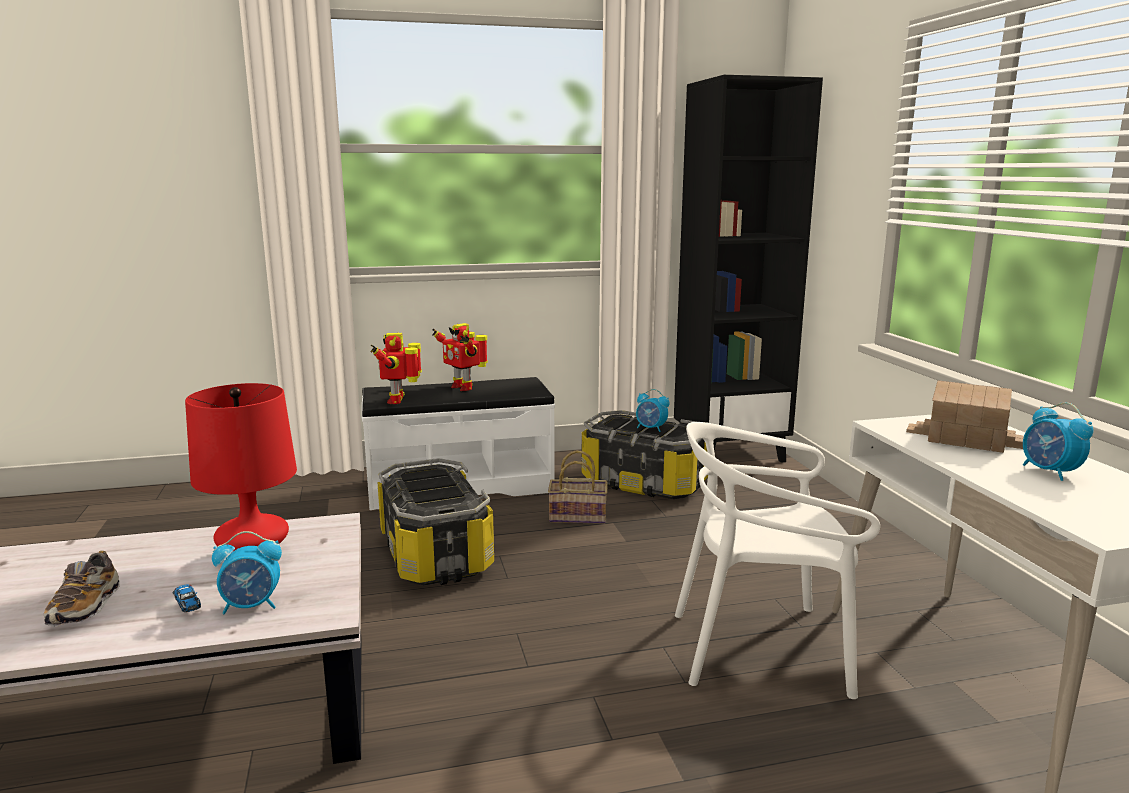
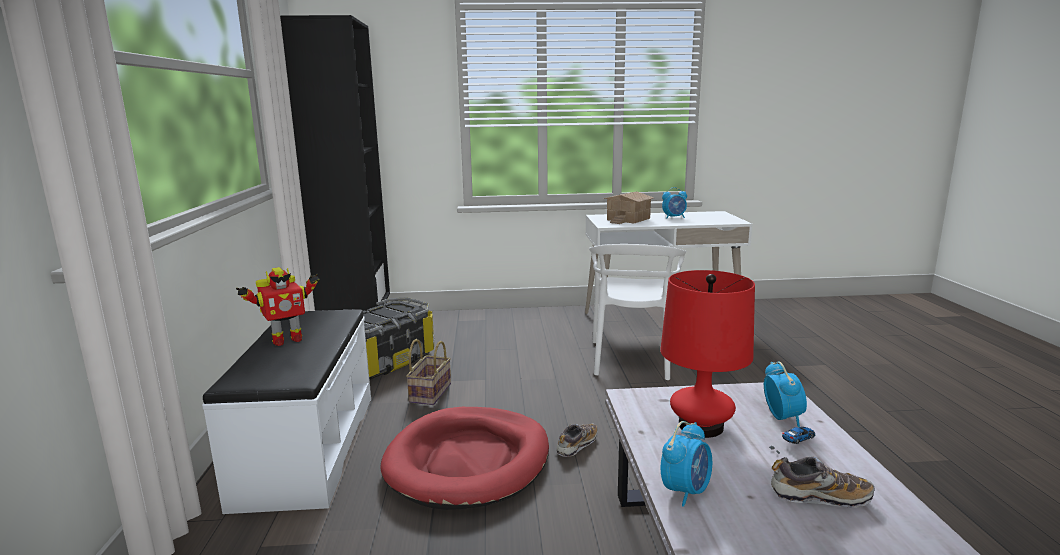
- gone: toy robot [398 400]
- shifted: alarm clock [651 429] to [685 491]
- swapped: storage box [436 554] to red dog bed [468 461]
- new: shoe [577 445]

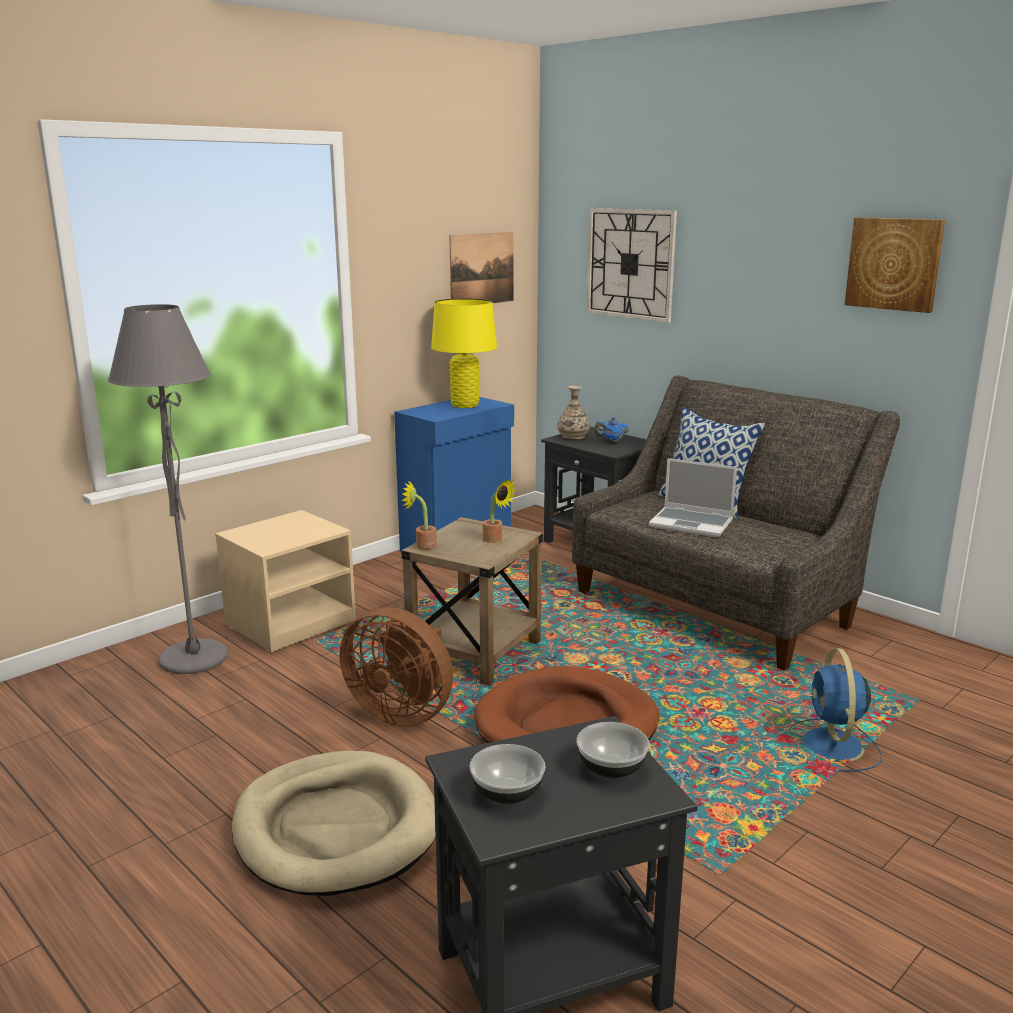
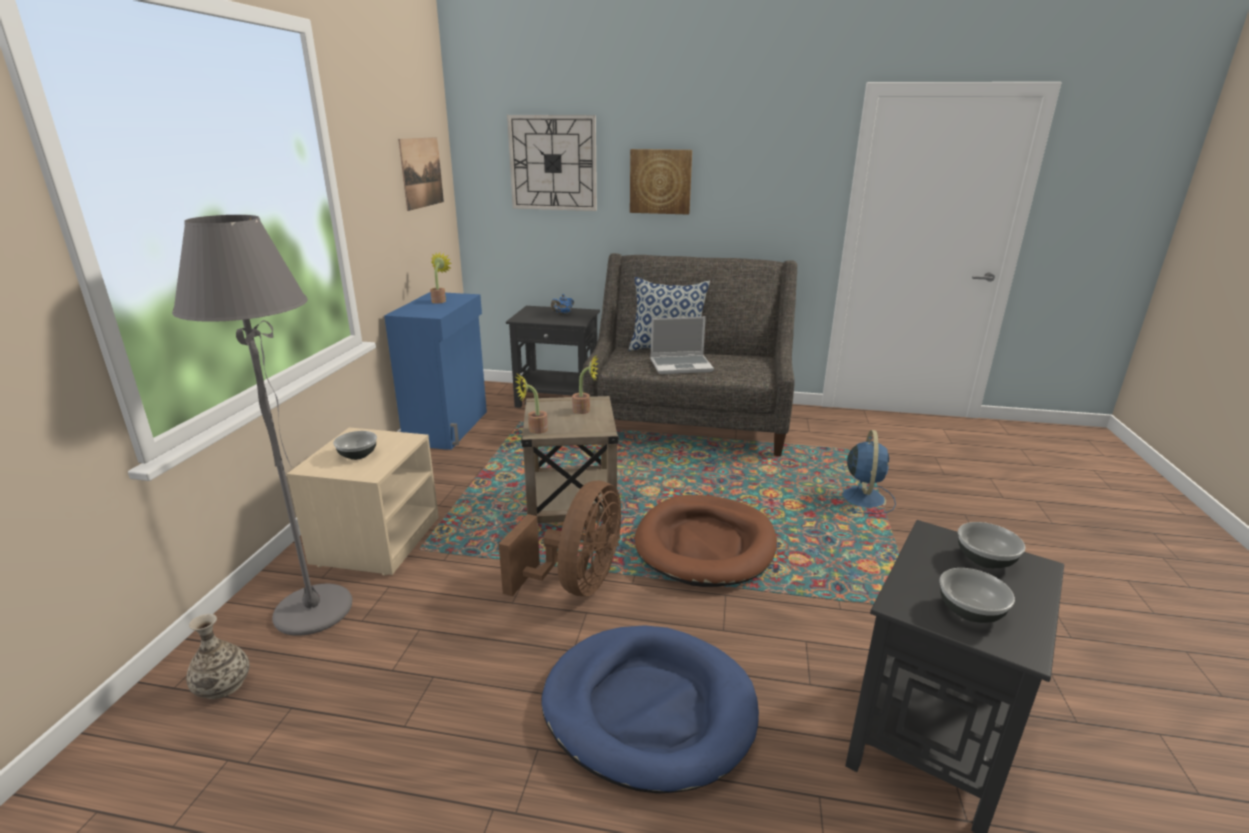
- shifted: picture [894 264] to [660 181]
- swapped: yellow table lamp [465 405] to potted plant [440 301]
- shifted: vase [573 436] to [223 685]
- rotated: brown fan [402 712] = [576 583] 60 degrees counterclockwise
- rotated: blue fan [832 746] = [863 497] 135 degrees counterclockwise
- repainted: beige dog bed [336 828] to blue dog bed [649 709]
- new: bowl [358 455]

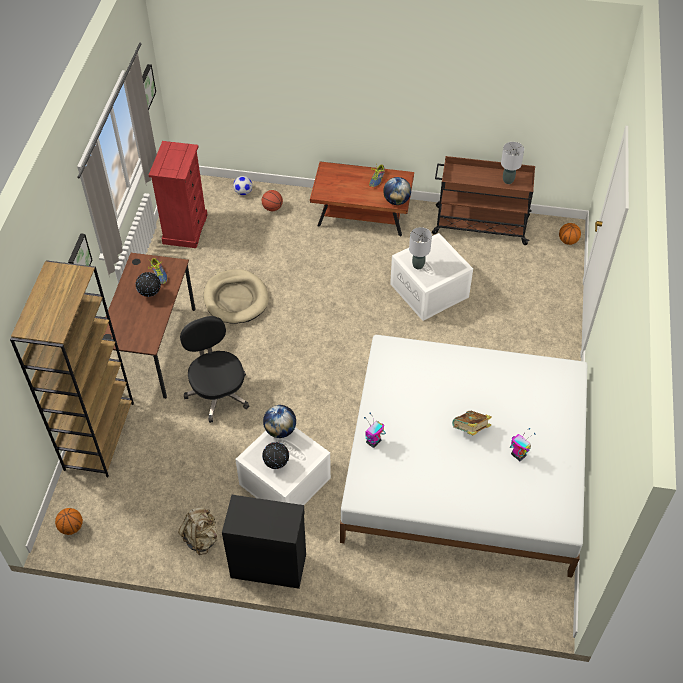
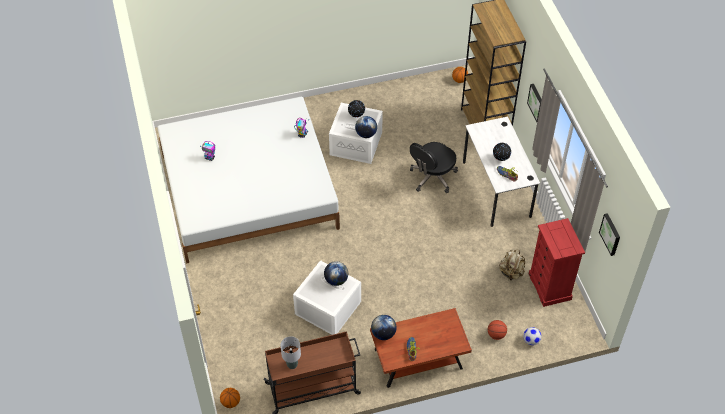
- swapped: grey table lamp [418 265] to globe [336 280]
- repainted: brown desk [154 348] to white desk [496 189]
- gone: beige dog bed [236 299]
- rotated: black office chair [218 393] = [432 177] 90 degrees clockwise
- gone: book [470 430]
- gone: black cabinet [268 564]
- shifted: beige backpack [201 538] to [511 272]

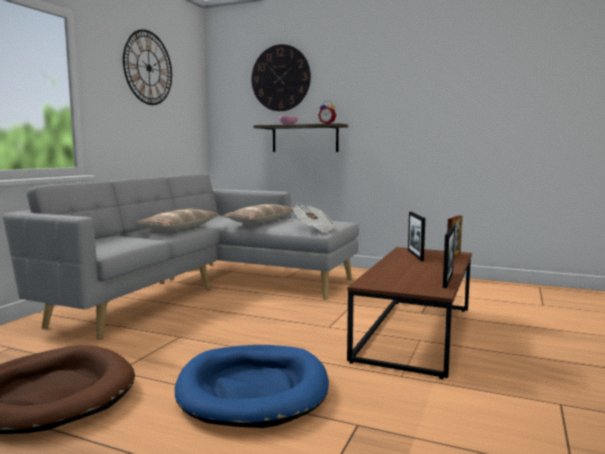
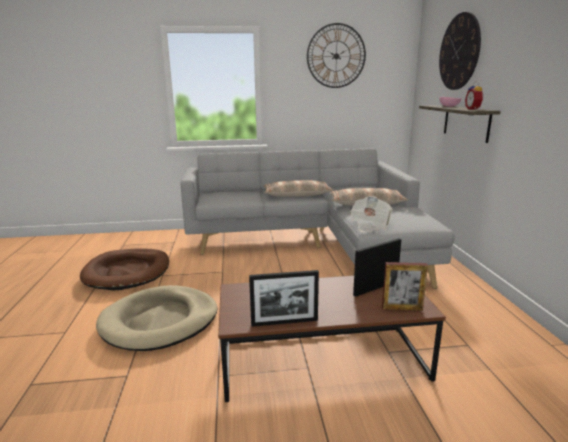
- repainted: blue dog bed [253 389] to beige dog bed [160 321]

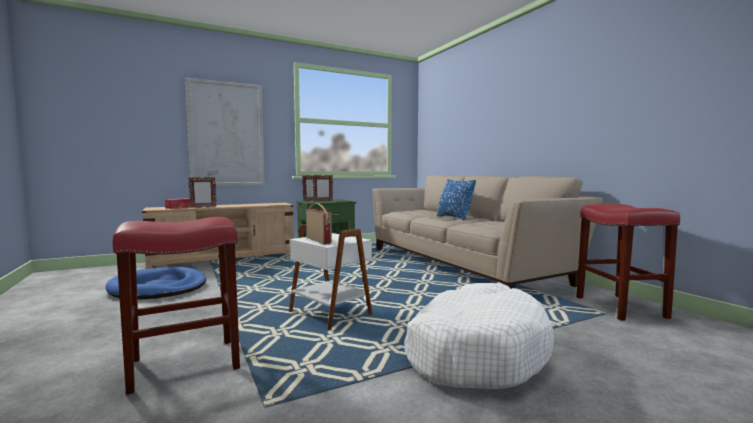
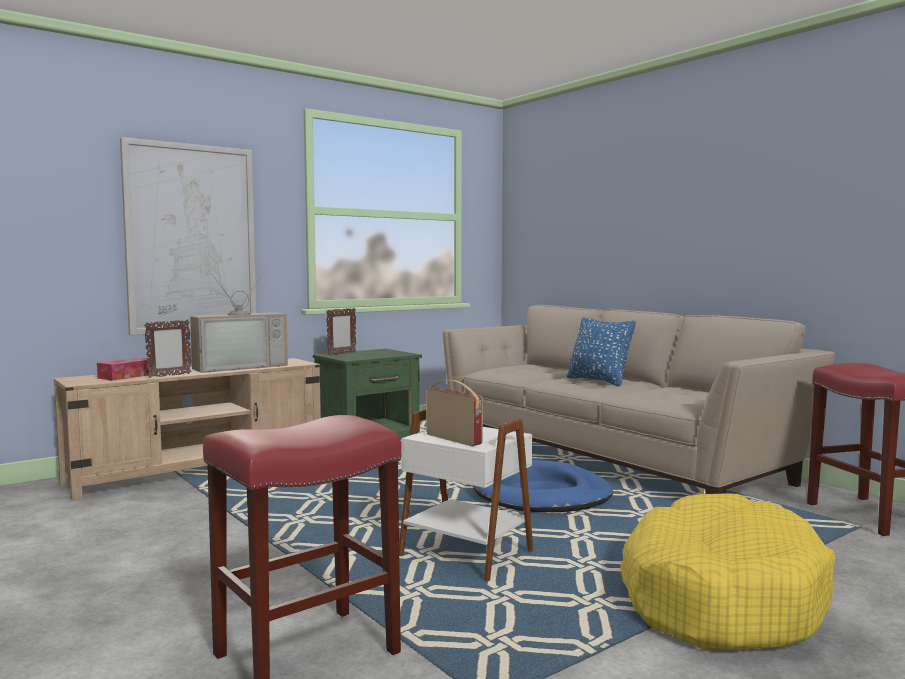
- gone: picture frame [323 201]
- shifted: blue dog bed [158 288] to [541 494]
- repainted: white dog bed [475 351] to yellow dog bed [719 597]
- new: television [239 366]

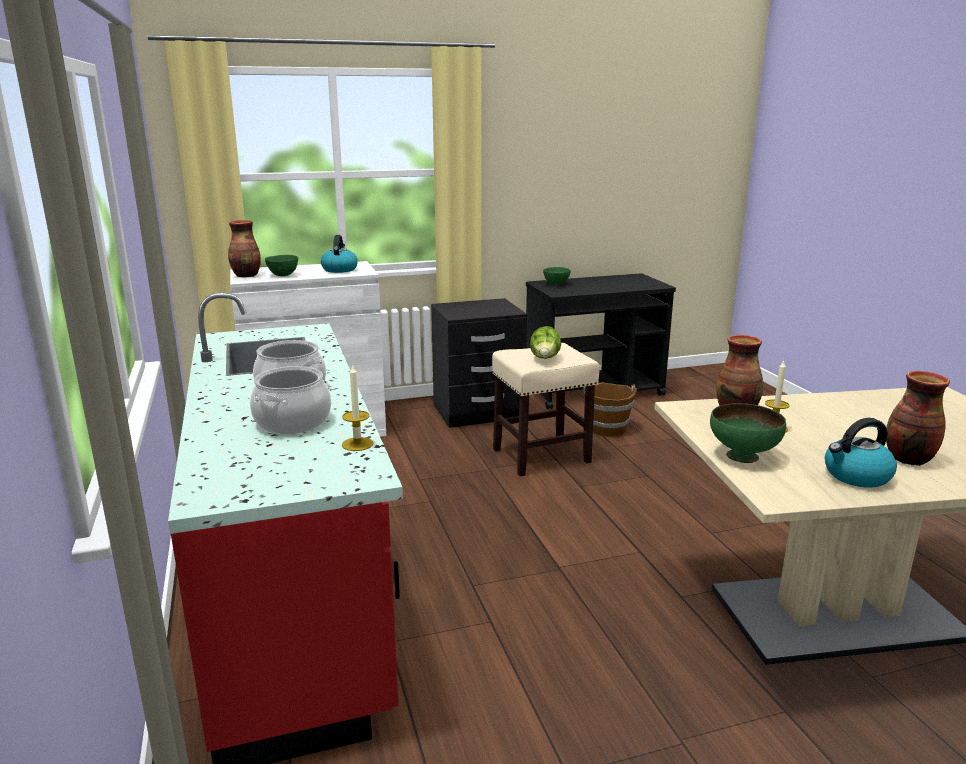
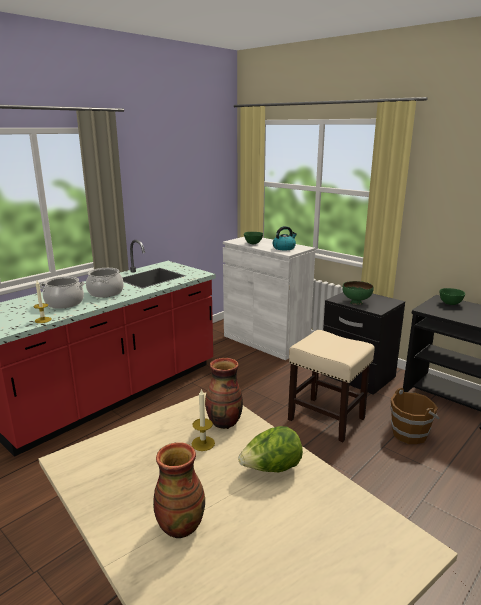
- gone: vase [247 275]
- shifted: lettuce [545 359] to [271 469]
- shifted: green bowl [743 456] to [356 302]
- gone: kettle [856 476]

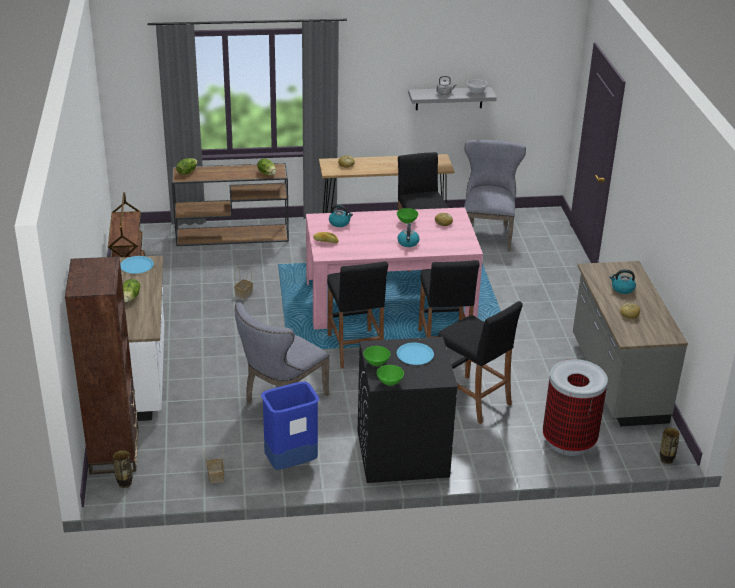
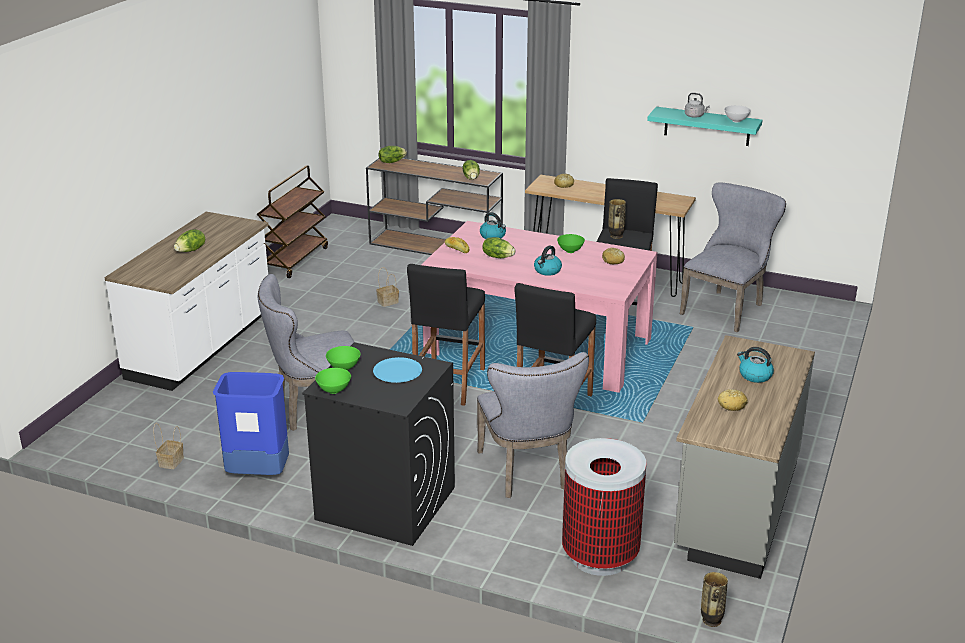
- repainted: grey shelf [449 98] to turquoise shelf [707 126]
- gone: blue plate [137 265]
- gone: brown bookcase [114 451]
- swapped: black stool [473 400] to grey chair [527 473]
- shifted: vase [125 484] to [616 236]
- new: lettuce [498 256]

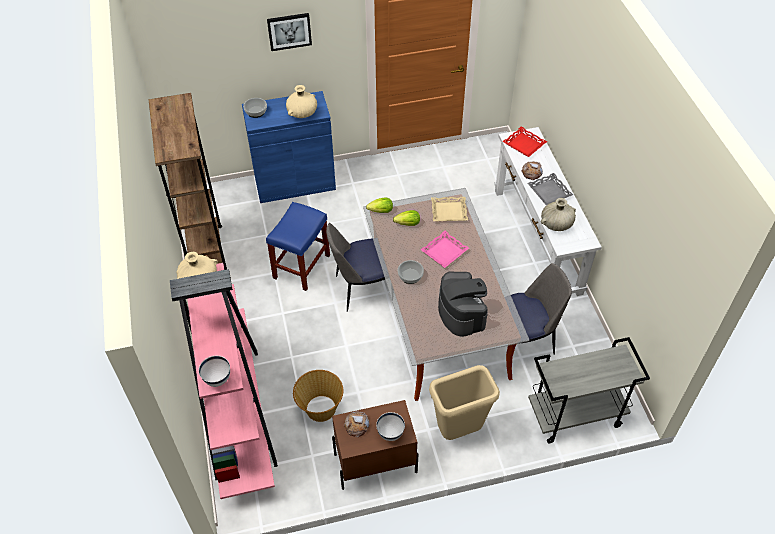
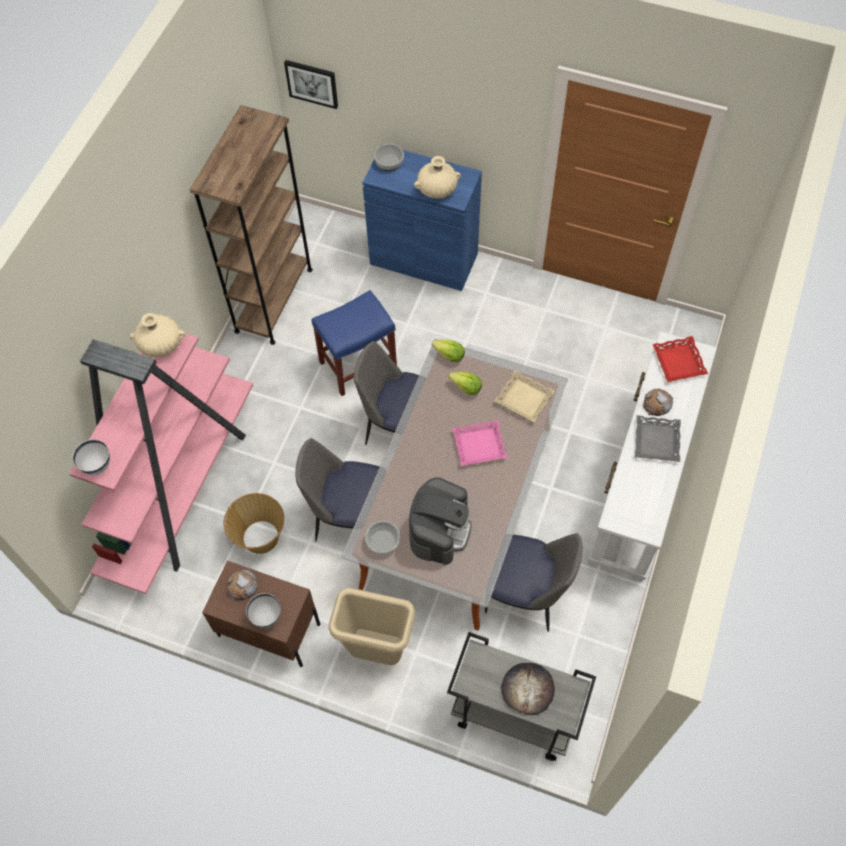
- shifted: picture [289 31] to [312 83]
- gone: beige vase [556 224]
- shifted: bowl [410 276] to [383 541]
- new: chair [348 517]
- new: bread [527 689]

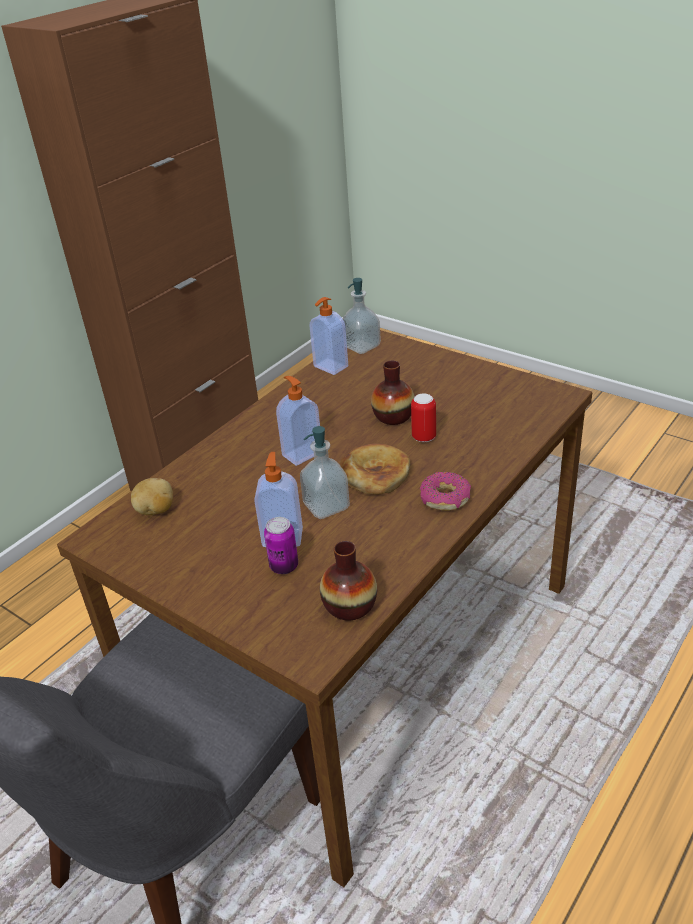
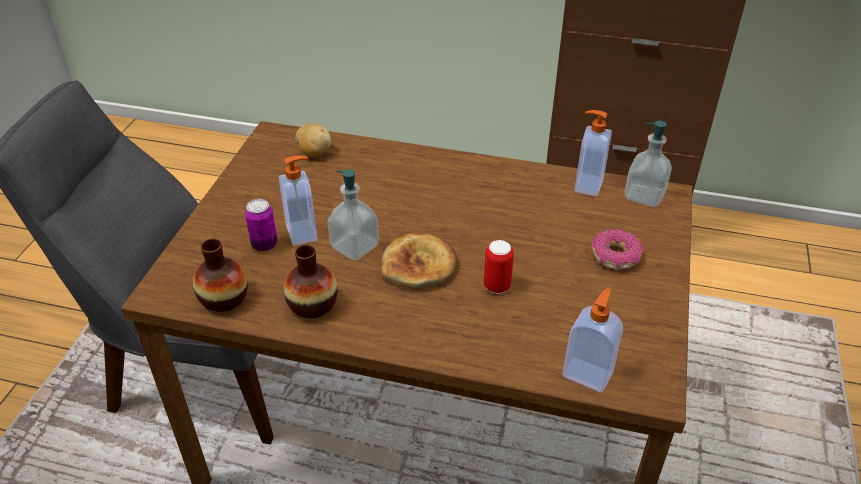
- shifted: vase [393 416] to [312 305]
- shifted: soap dispenser [301 453] to [588 373]
- shifted: donut [445 498] to [615 256]

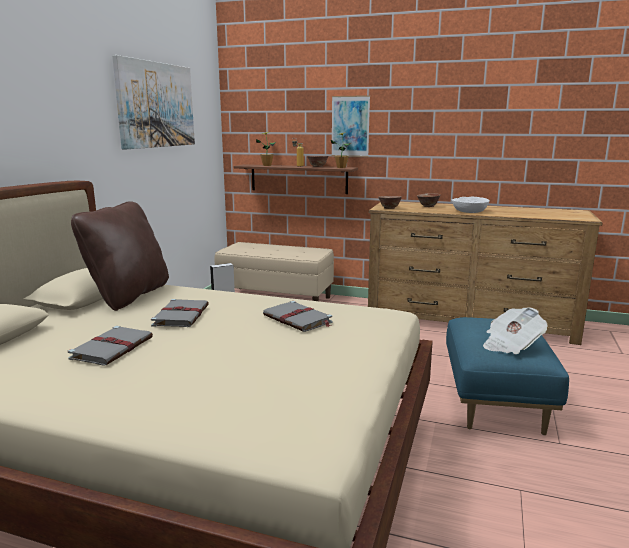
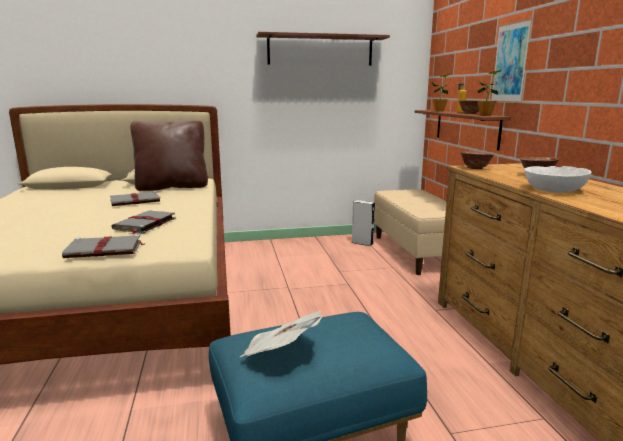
- swapped: picture [156 105] to brown shelf [320 50]
- shifted: grey book [113 348] to [105 250]

